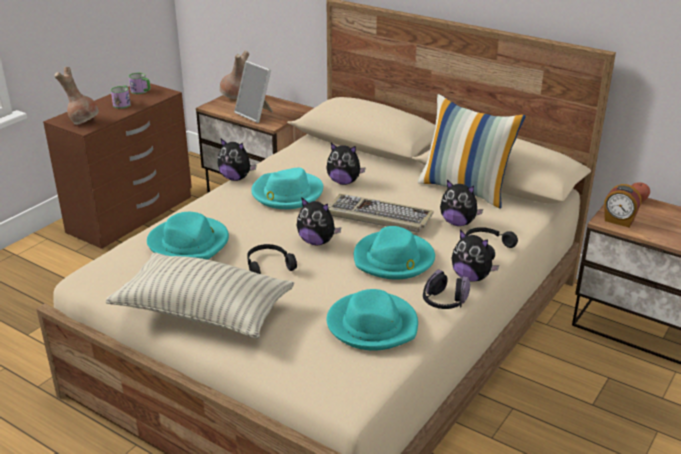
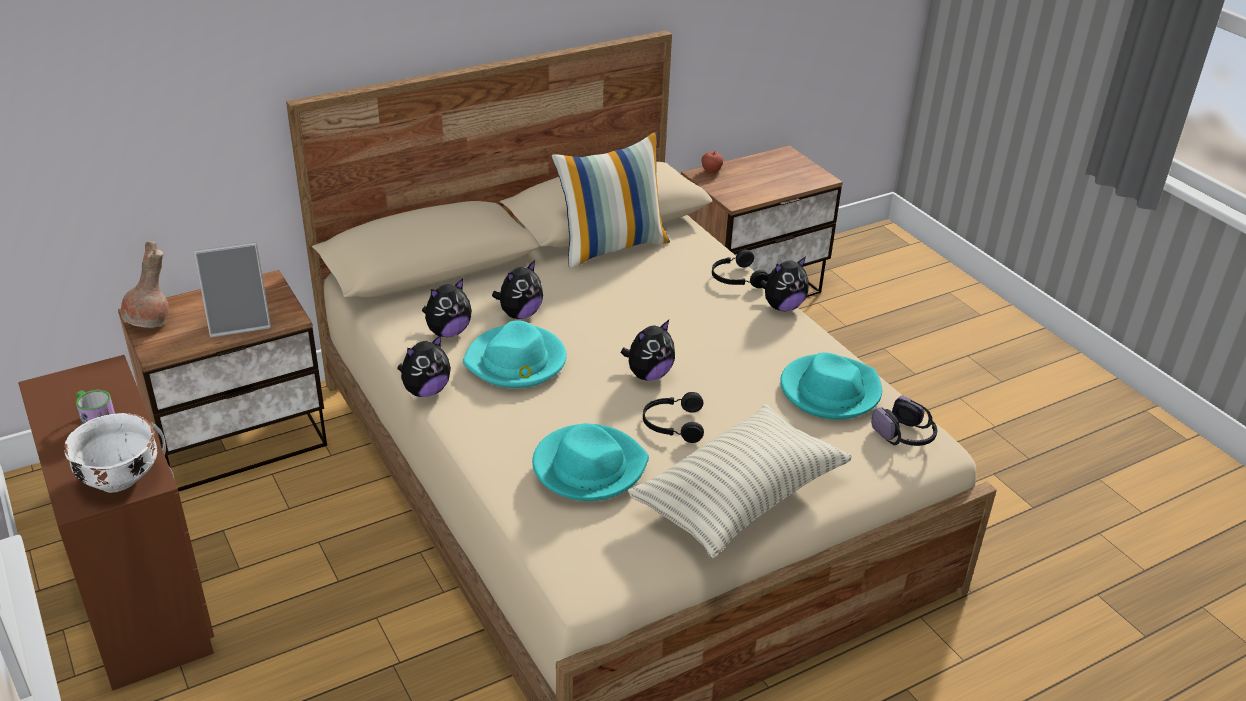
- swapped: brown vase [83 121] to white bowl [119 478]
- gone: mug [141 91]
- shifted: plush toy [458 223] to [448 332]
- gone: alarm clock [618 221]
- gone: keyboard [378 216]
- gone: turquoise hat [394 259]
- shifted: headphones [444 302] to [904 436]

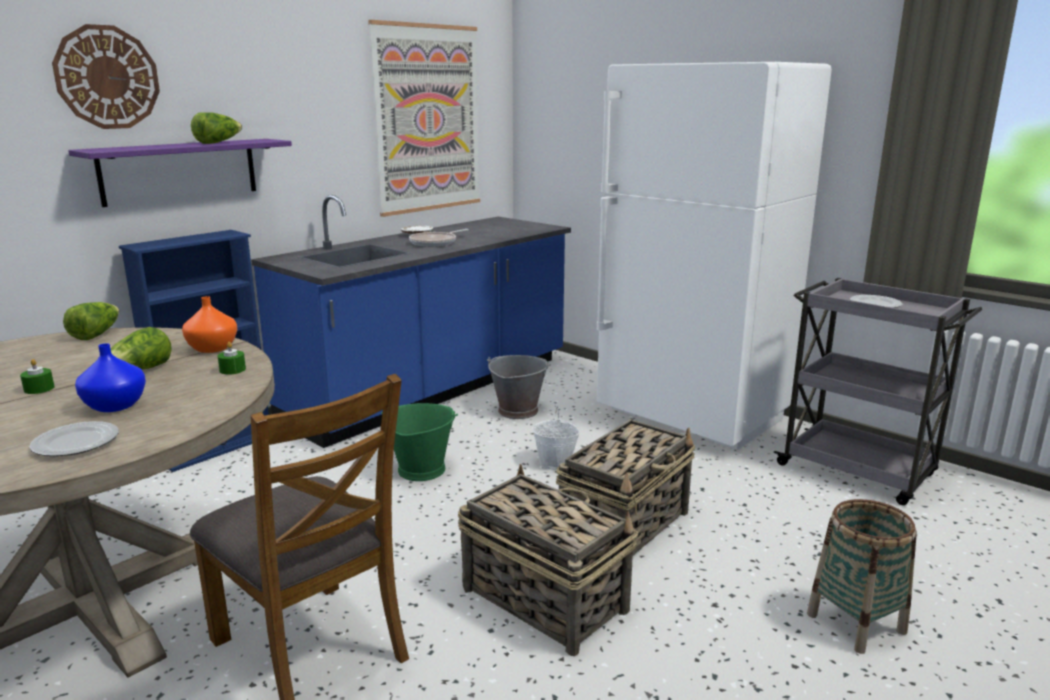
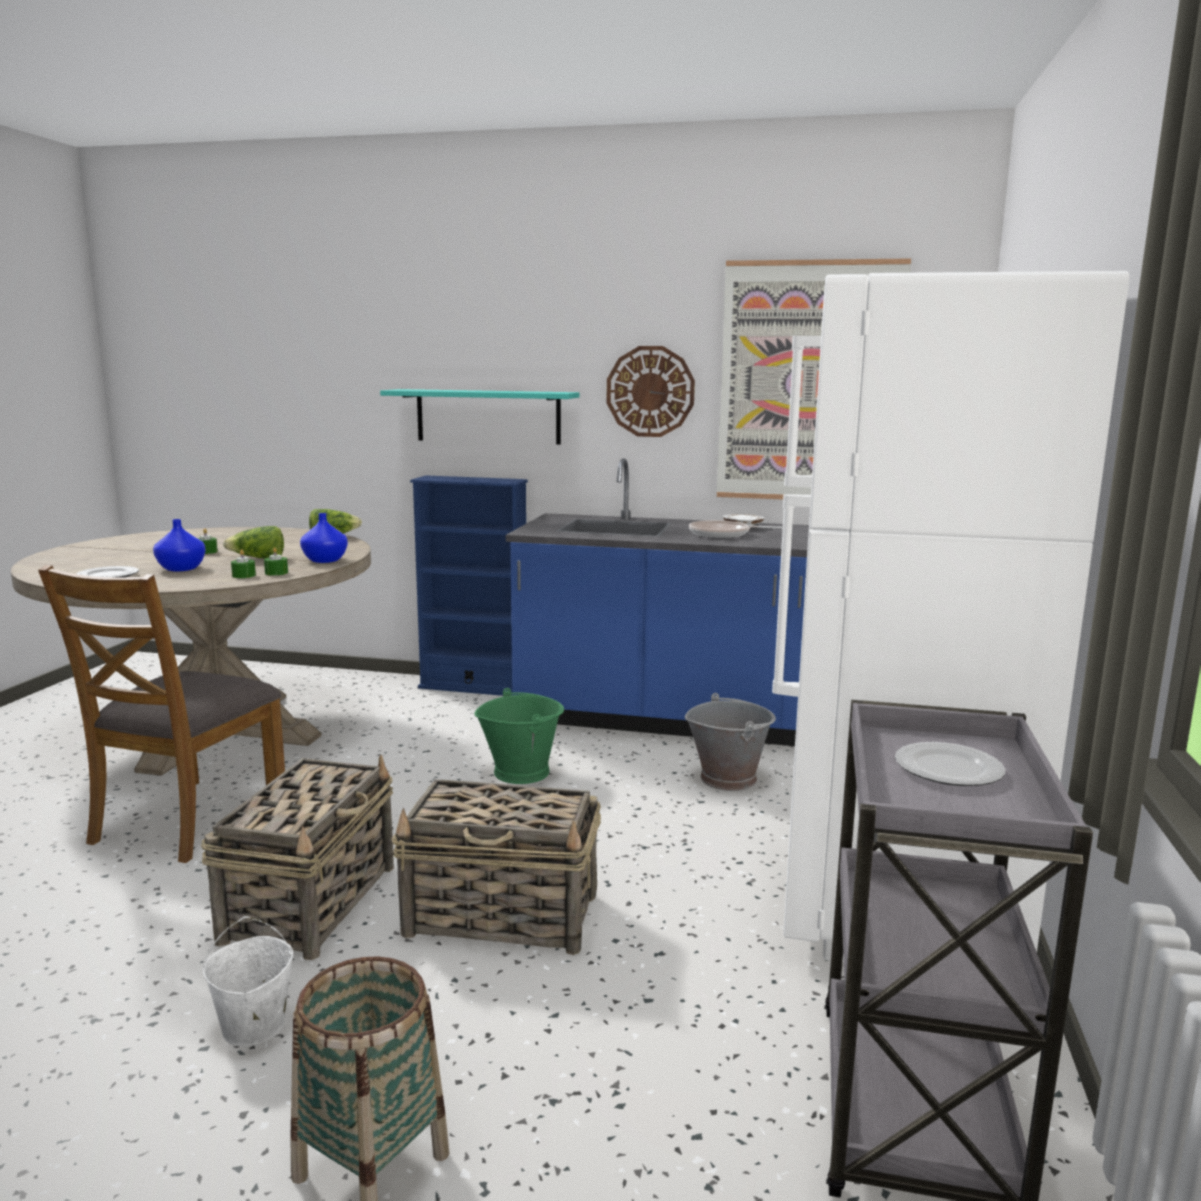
- shifted: wall clock [107 77] to [650 391]
- gone: lettuce [218 143]
- repainted: purple shelf [180 171] to turquoise shelf [488 416]
- repainted: orange vase [213 348] to blue vase [326 560]
- shifted: white bucket [555 463] to [253 1027]
- new: green candle [244 575]

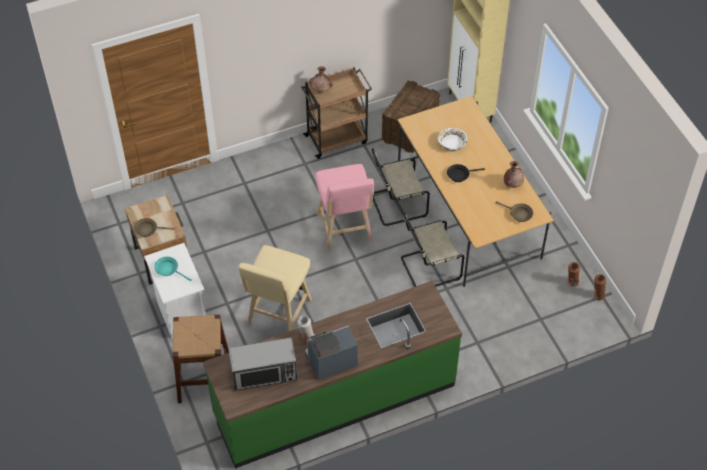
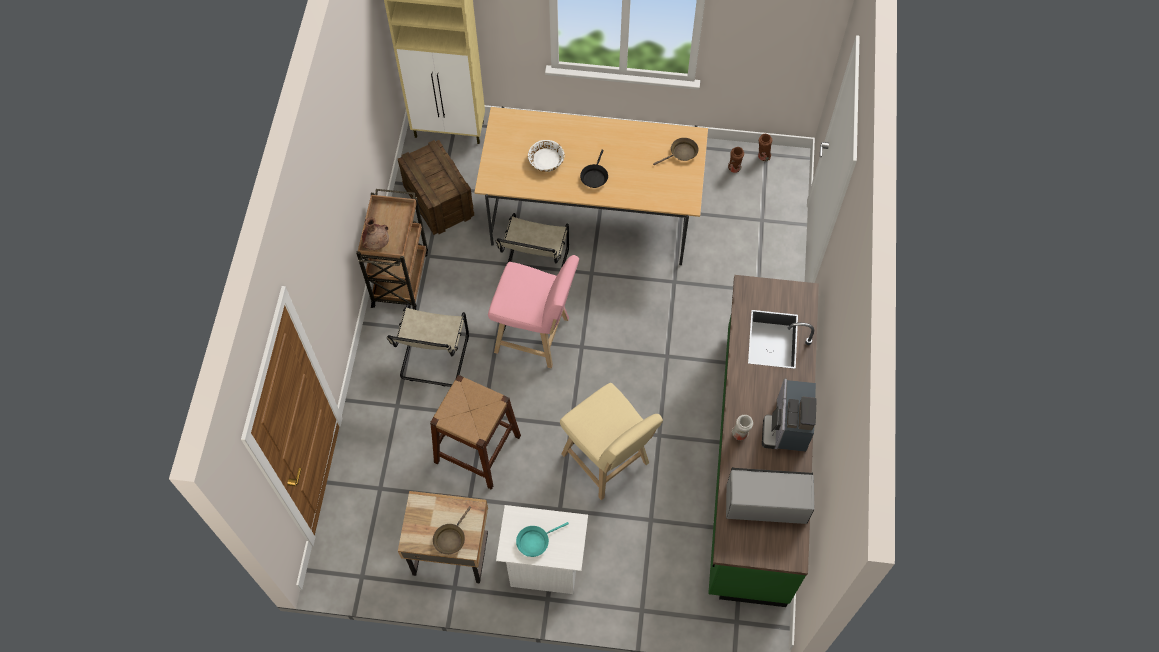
- gone: brown vase [513 184]
- shifted: beige chair [428 268] to [433 359]
- shifted: brown stool [204 378] to [477 449]
- rotated: microwave [264 373] = [766 502] 105 degrees counterclockwise

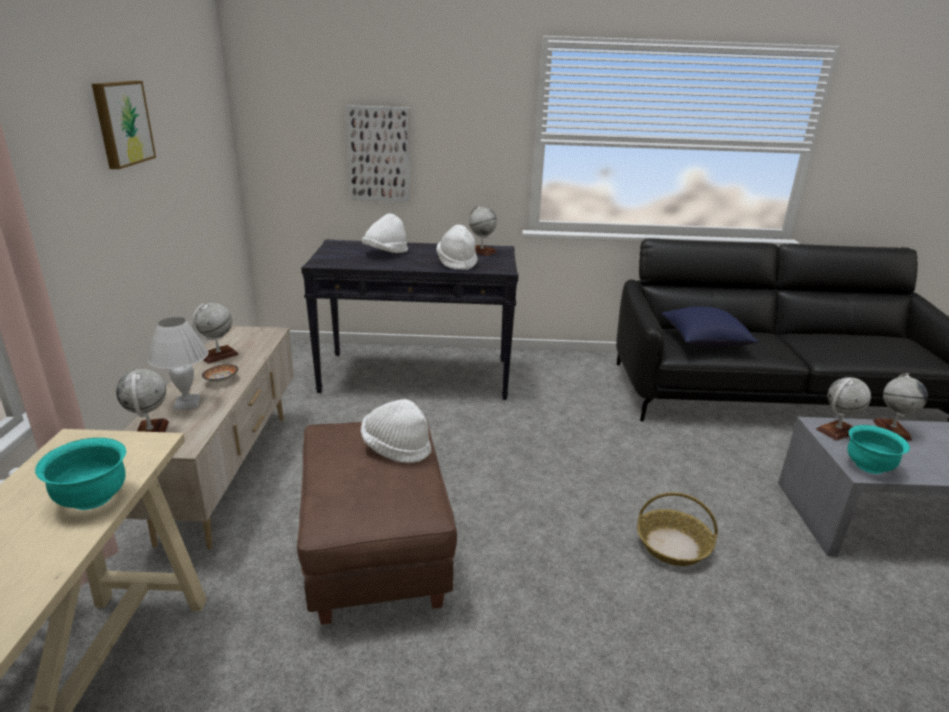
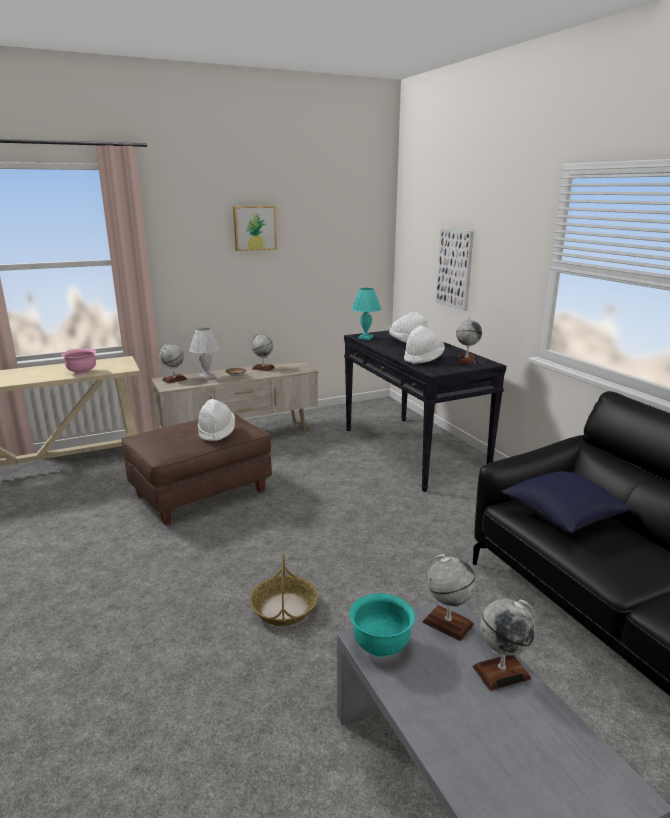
- repainted: turquoise bowl [92 499] to pink bowl [82 372]
- new: turquoise table lamp [365 338]

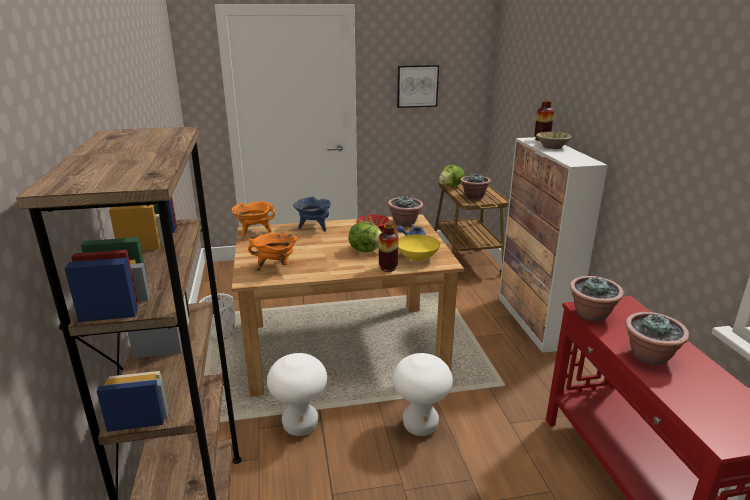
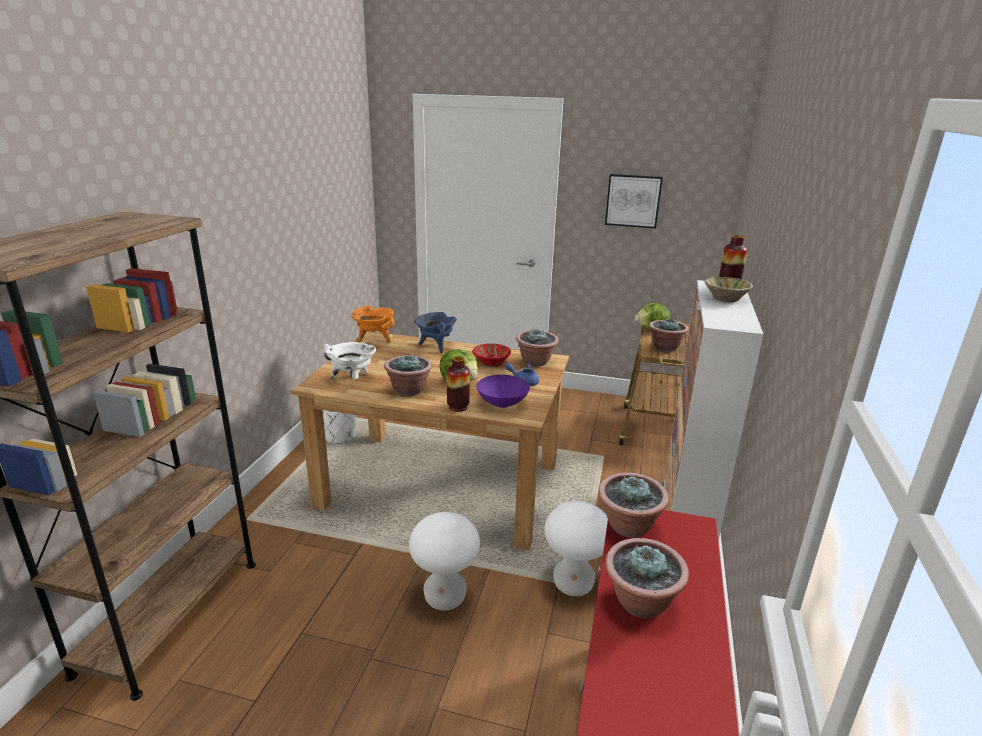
- repainted: orange cooking pot [276 267] to white cooking pot [352 379]
- repainted: yellow bowl [417 258] to purple bowl [502 404]
- shifted: white stool [300 426] to [573 584]
- new: potted plant [409 390]

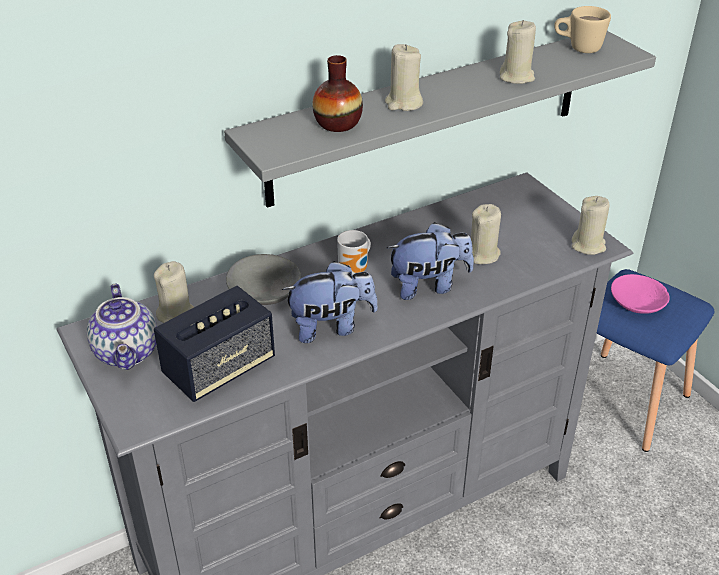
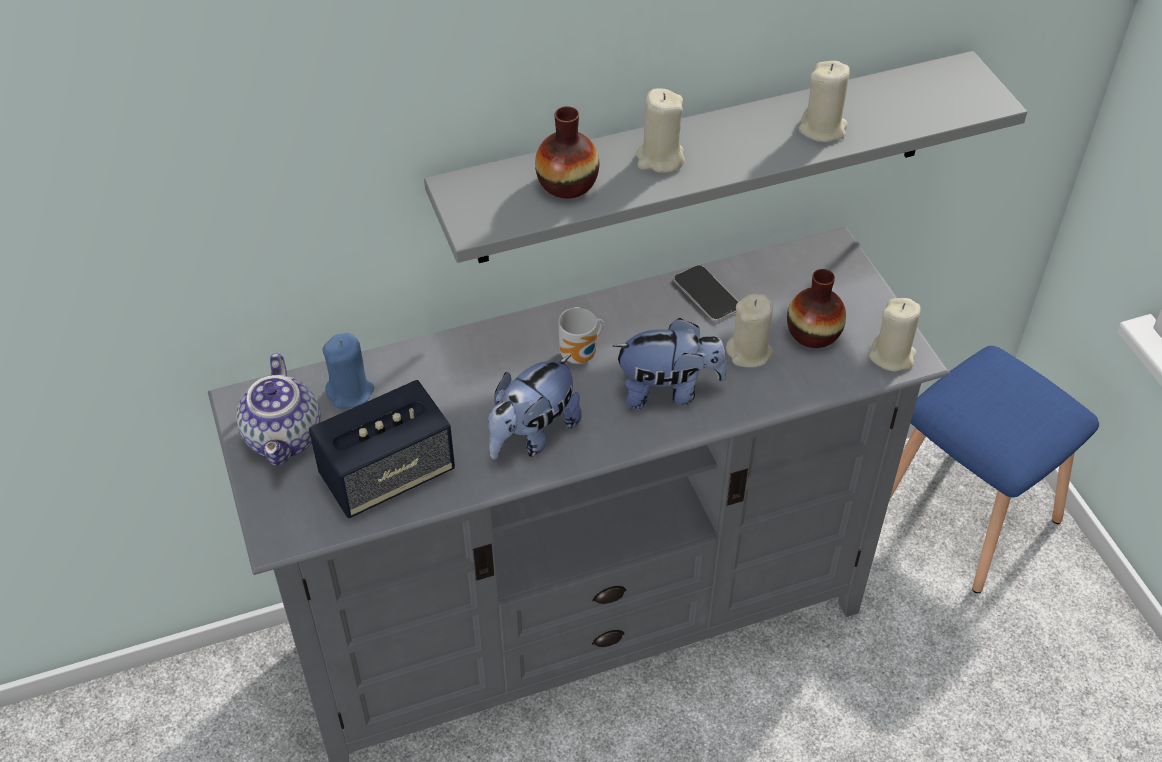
- gone: beige mug [578 48]
- gone: grey bowl [265 292]
- repainted: beige candle [177 315] to blue candle [350 392]
- rotated: plush toy [331 327] = [532 435] 135 degrees clockwise
- gone: pink bowl [638 303]
- new: phone [707 294]
- new: vase [813 333]

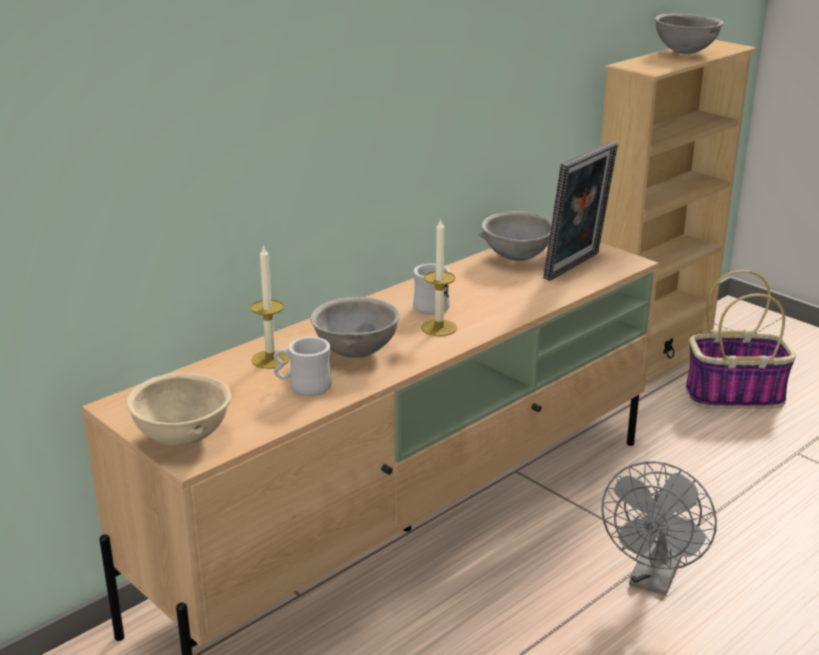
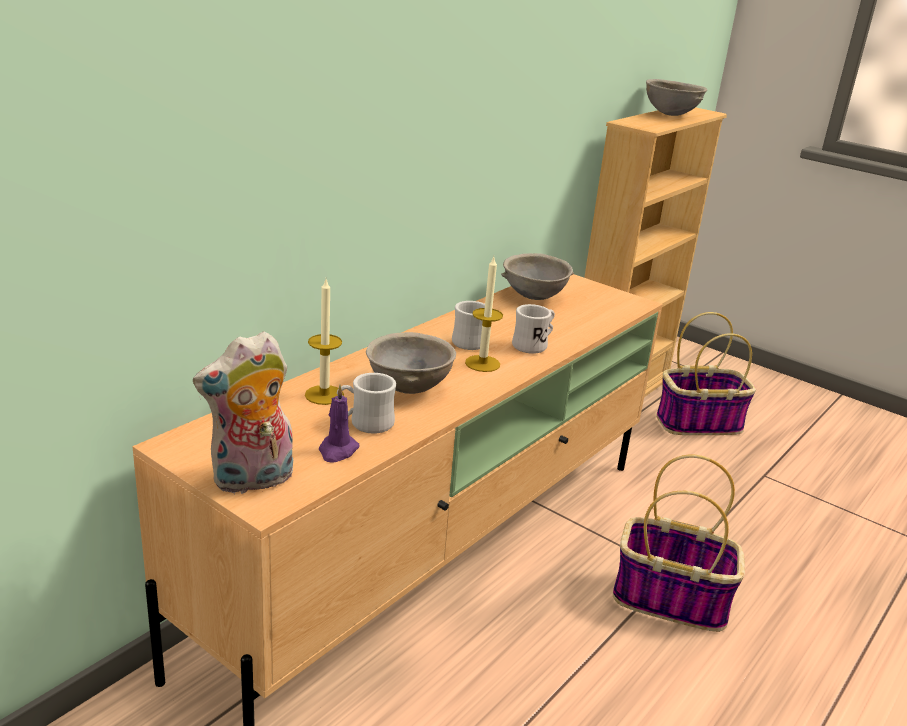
- gone: picture frame [576 267]
- swapped: beige bowl [184 438] to plush toy [252 481]
- swapped: grey fan [653 580] to basket [671 600]
- new: white mug [533 345]
- new: purple candle [337 451]

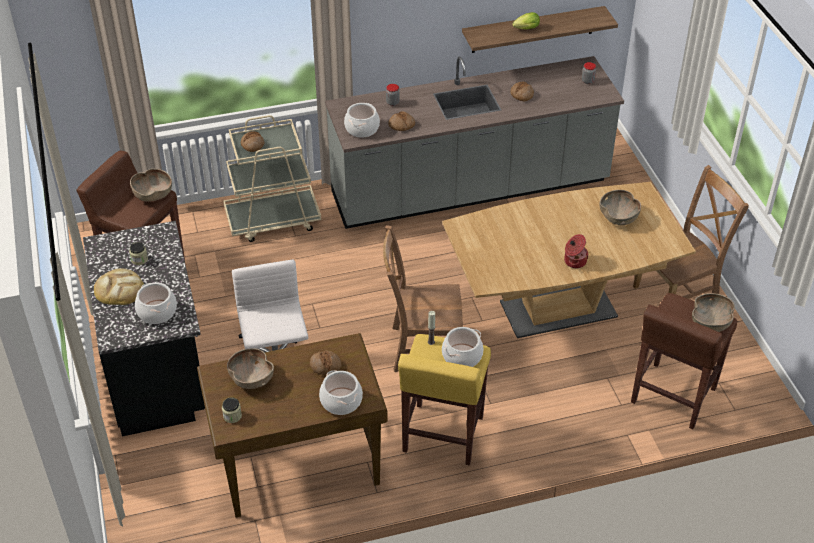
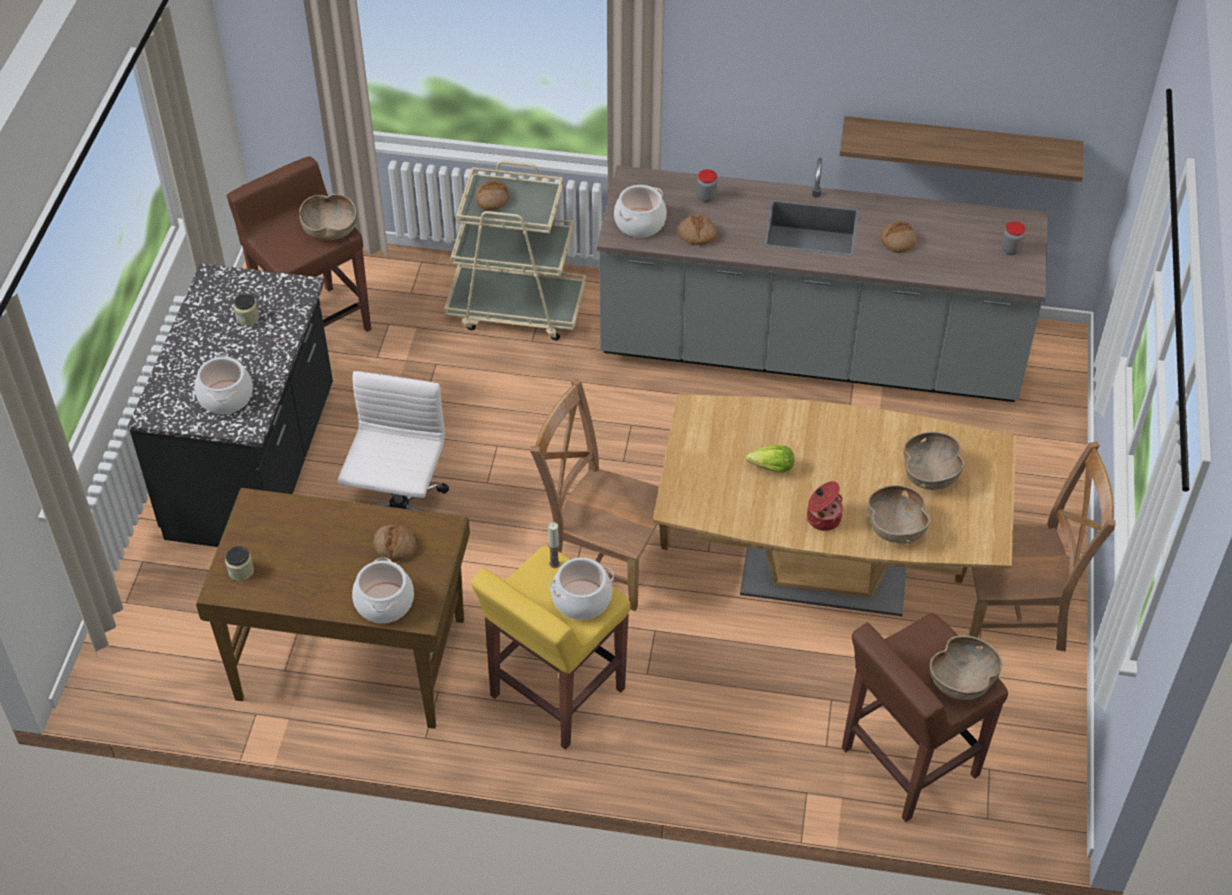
- shifted: lettuce [525 29] to [769 468]
- gone: bread [119 290]
- shifted: brown bowl [251 379] to [894 528]

